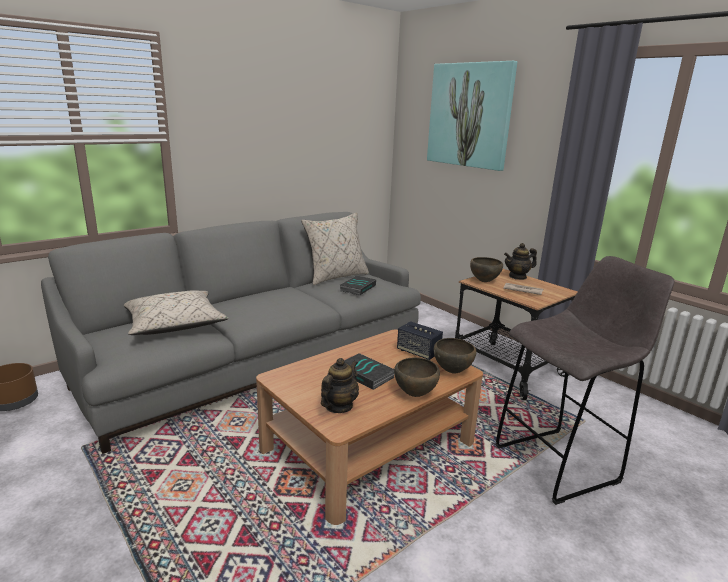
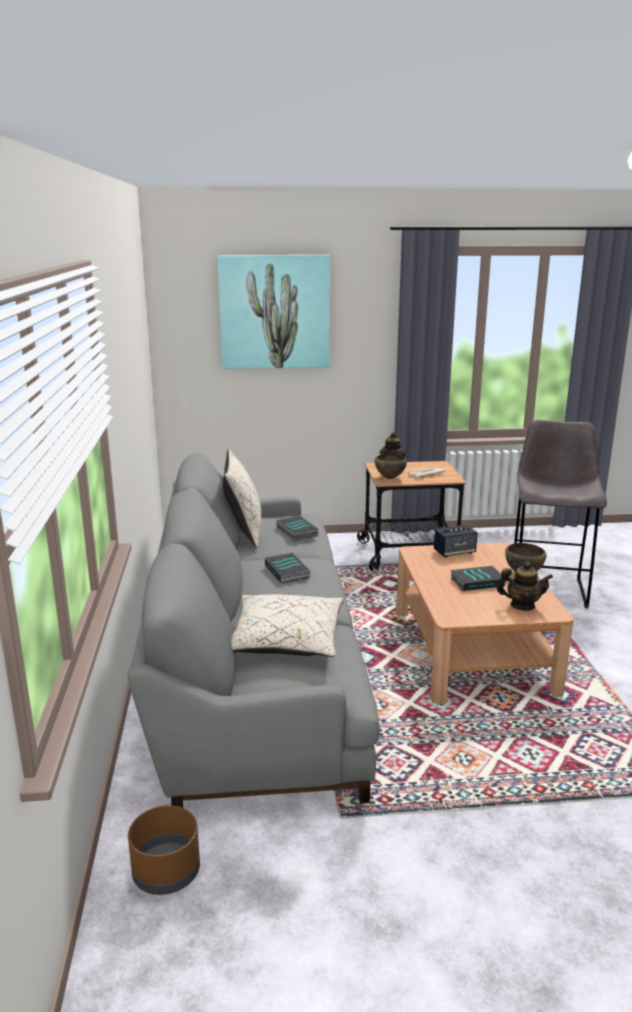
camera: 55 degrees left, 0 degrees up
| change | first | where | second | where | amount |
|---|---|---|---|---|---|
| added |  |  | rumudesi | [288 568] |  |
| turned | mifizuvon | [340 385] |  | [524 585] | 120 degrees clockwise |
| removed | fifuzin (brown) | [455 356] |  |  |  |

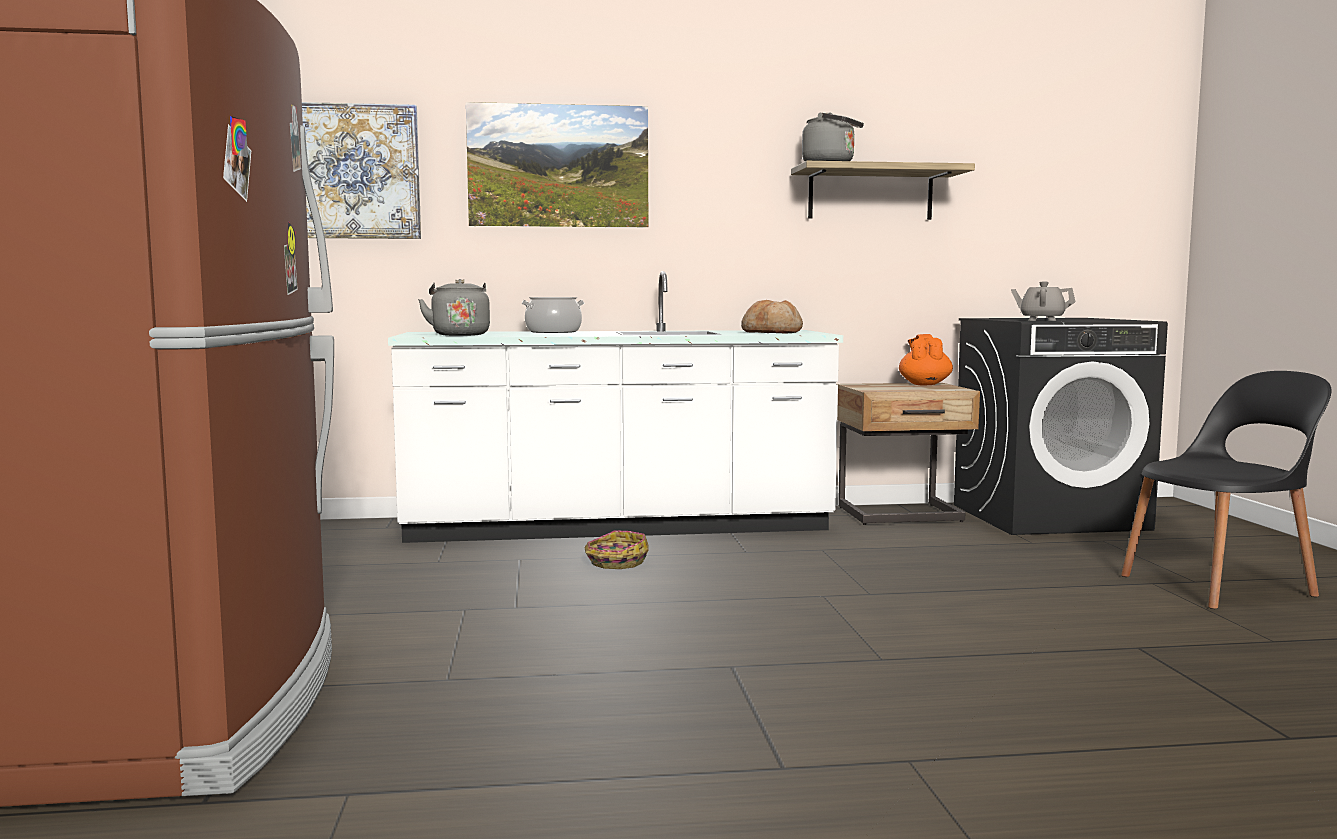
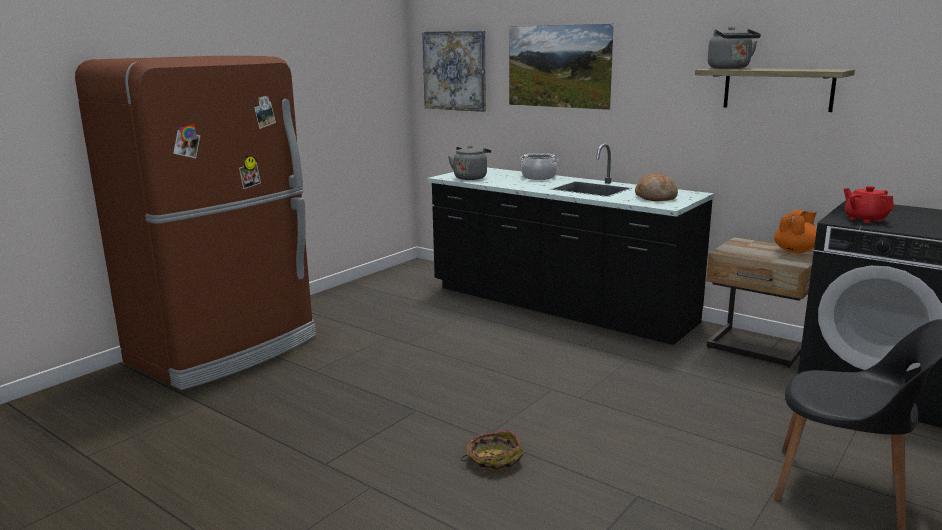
camera: 45 degrees right, 10 degrees up
| change | first | where | second | where | amount |
|---|---|---|---|---|---|
| recoloured | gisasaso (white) | [615 407] | gisasaso (black) | [571 244] |  |
| moved | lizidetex | [616 549] |  | [492 451] |  |
| recoloured | mifizuvon (grey) | [1043 301] | mifizuvon (red) | [869 205] |  |

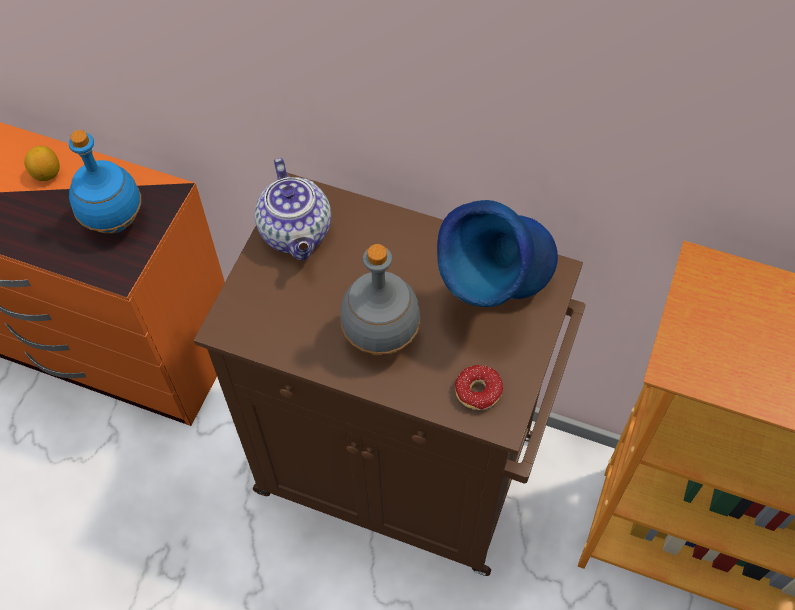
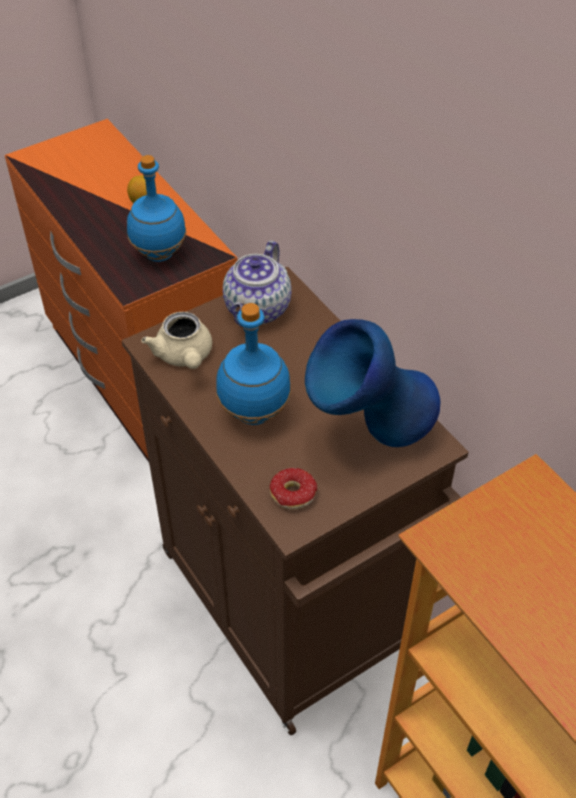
camera: 35 degrees right, 10 degrees down
| change | first | where | second | where | amount |
|---|---|---|---|---|---|
| added |  |  | mifizuvon (beige) | [176 340] |  |
| recoloured | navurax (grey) | [380 299] | navurax (blue) | [253 364] |  |

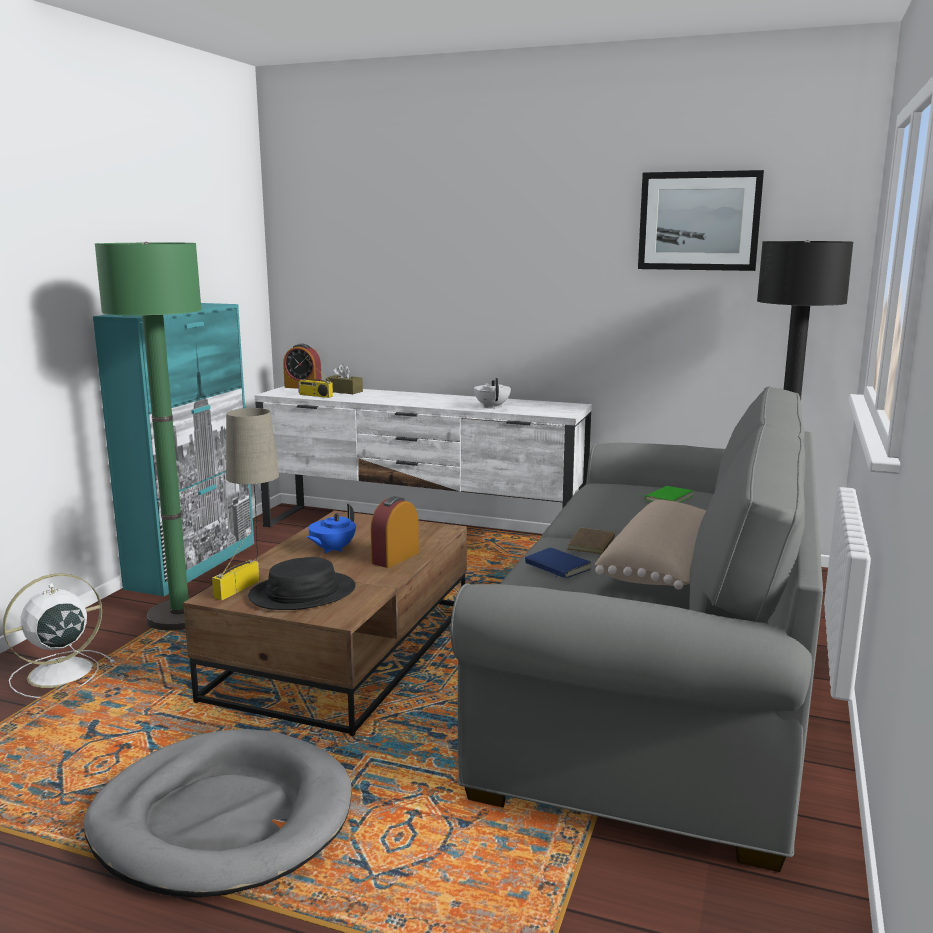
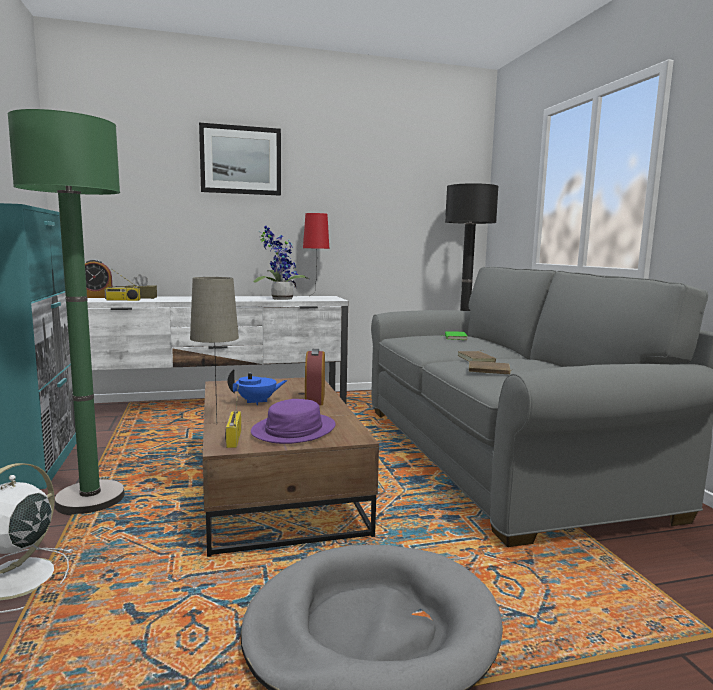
camera: 35 degrees left, 5 degrees down
| change | first | where | second | where | amount |
|---|---|---|---|---|---|
| moved | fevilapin | [701 220] |  | [240 159] |  |
| turned | mifizuvon (blue) | [331 528] |  | [257 387] | 105 degrees counterclockwise |
| recoloured | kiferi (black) | [302 583] | kiferi (purple) | [293 421] |  |
| replaced | mifizuvon (white) | [492 393] | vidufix | [281 263] |  |
| added |  |  | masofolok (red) | [316 254] |  |
| recoloured | rumudesi (blue) | [558 563] | rumudesi (brown) | [490 367] |  |
| removed | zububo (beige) | [650 545] |  |  |  |

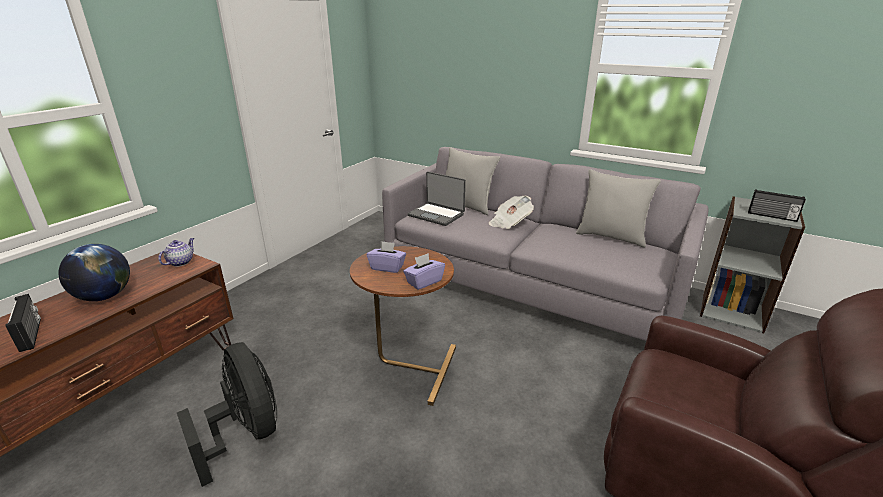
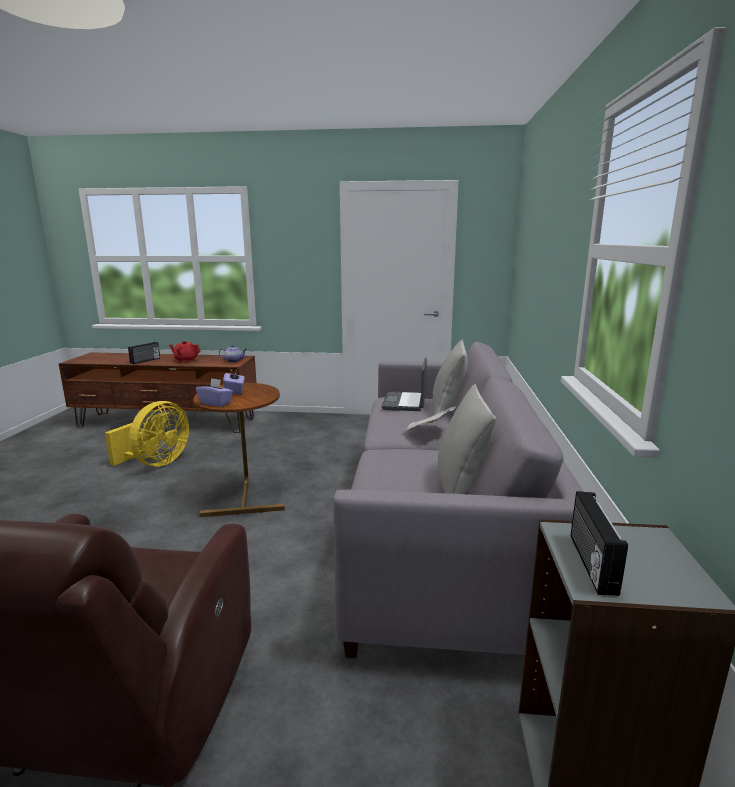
camera: 65 degrees right, 10 degrees down
| change | first | where | second | where | amount |
|---|---|---|---|---|---|
| recoloured | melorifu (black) | [227 414] | melorifu (yellow) | [147 434] |  |
| replaced | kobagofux | [94 272] | mifizuvon (red) | [184 351] |  |

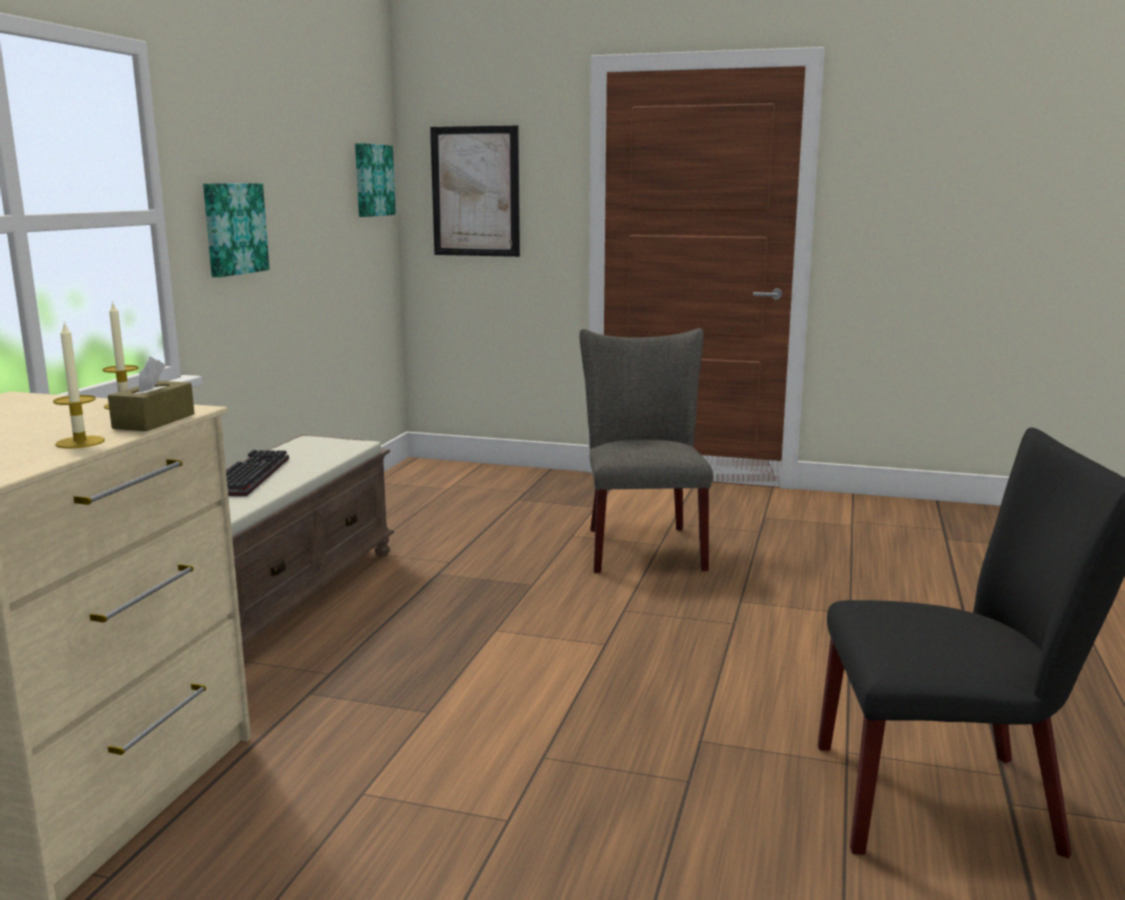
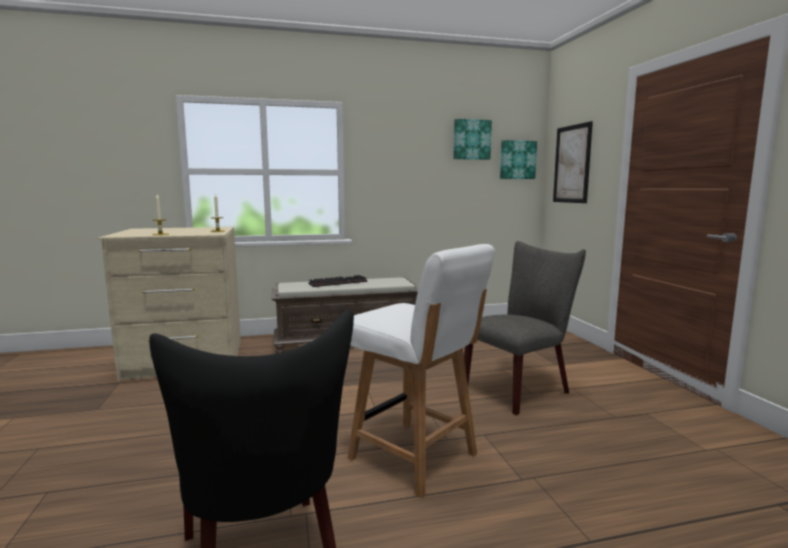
camera: 60 degrees right, 5 degrees down
| change | first | where | second | where | amount |
|---|---|---|---|---|---|
| added |  |  | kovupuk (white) | [421 371] |  |
| moved | fevilapin | [236 230] |  | [472 139] |  |
| removed | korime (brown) | [151 394] |  |  |  |

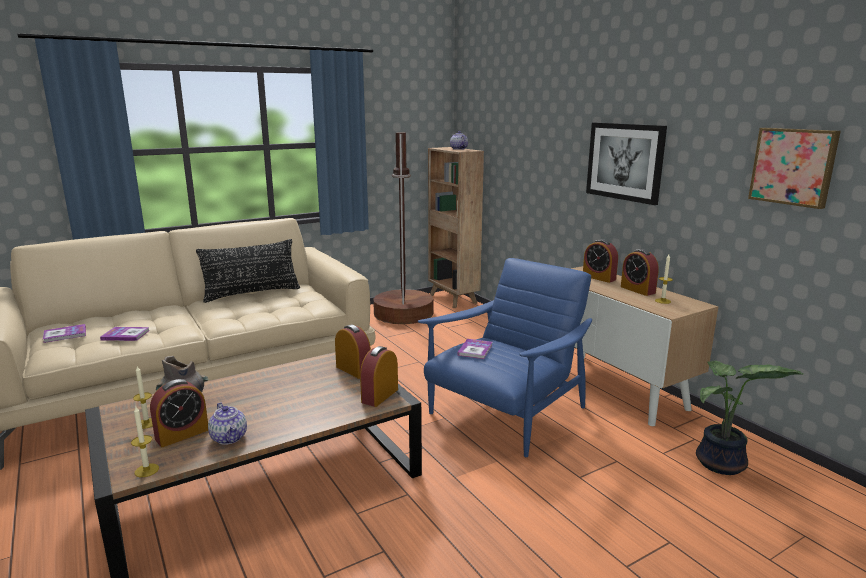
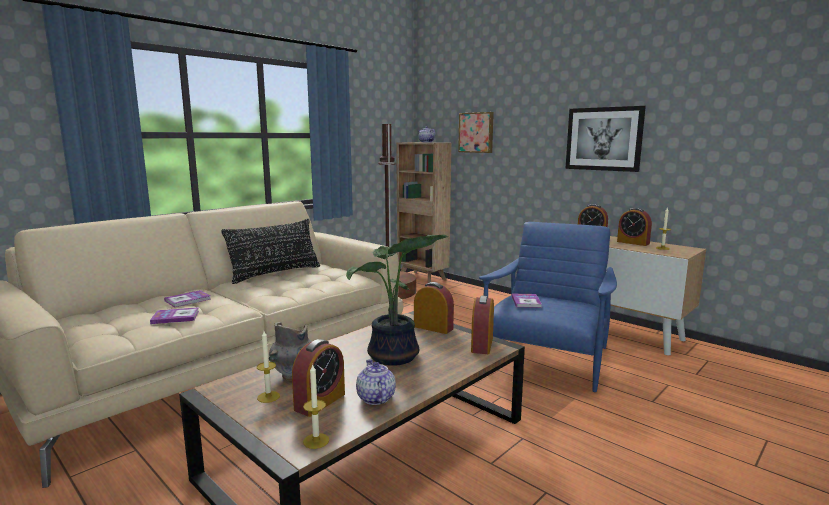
camera: 15 degrees left, 5 degrees down
| change | first | where | second | where | amount |
|---|---|---|---|---|---|
| moved | rumudesi | [64 333] |  | [187 299] |  |
| moved | vidufix | [750 417] |  | [397 300] |  |
| turned | mifizuvon | [227 424] |  | [376 382] | 150 degrees counterclockwise |
| moved | fevilapin | [794 168] |  | [476 132] |  |

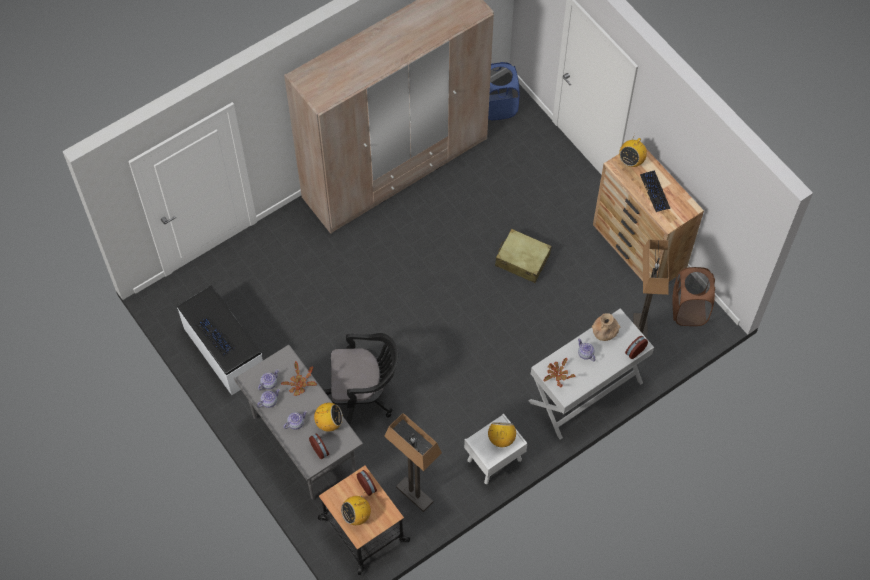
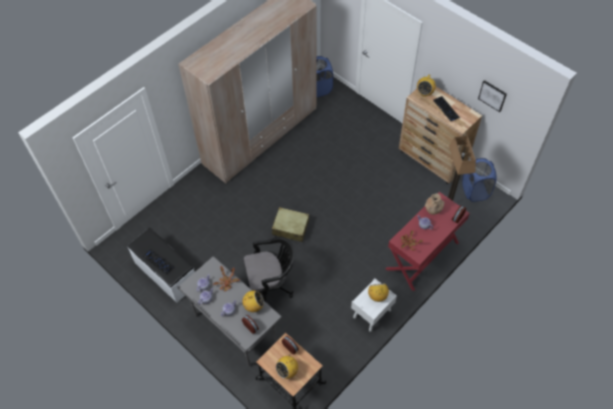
camera: 10 degrees left, 5 degrees down
| change | first | where | second | where | amount |
|---|---|---|---|---|---|
| moved | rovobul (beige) | [523 256] |  | [290 224] |  |
| recoloured | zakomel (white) | [591 374] | zakomel (red) | [427 241] |  |
| recoloured | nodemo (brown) | [693 296] | nodemo (blue) | [479 180] |  |
| added |  |  | fevilapin | [492 96] |  |
| removed | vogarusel | [413 462] |  |  |  |

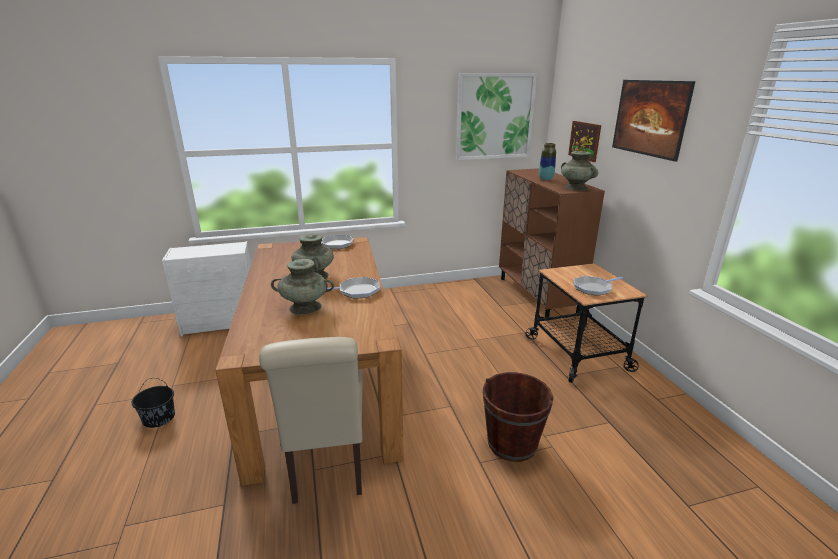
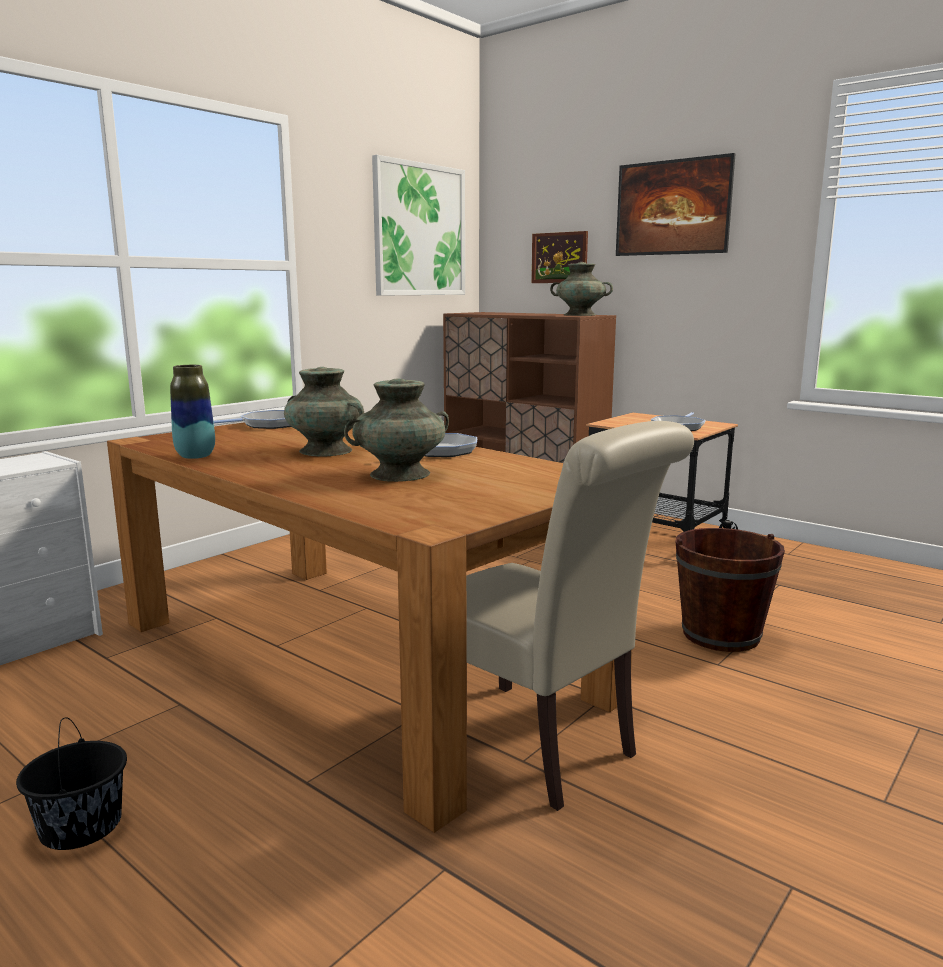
camera: 35 degrees left, 10 degrees down
| change | first | where | second | where | amount |
|---|---|---|---|---|---|
| moved | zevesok | [547 161] |  | [192 412] |  |

